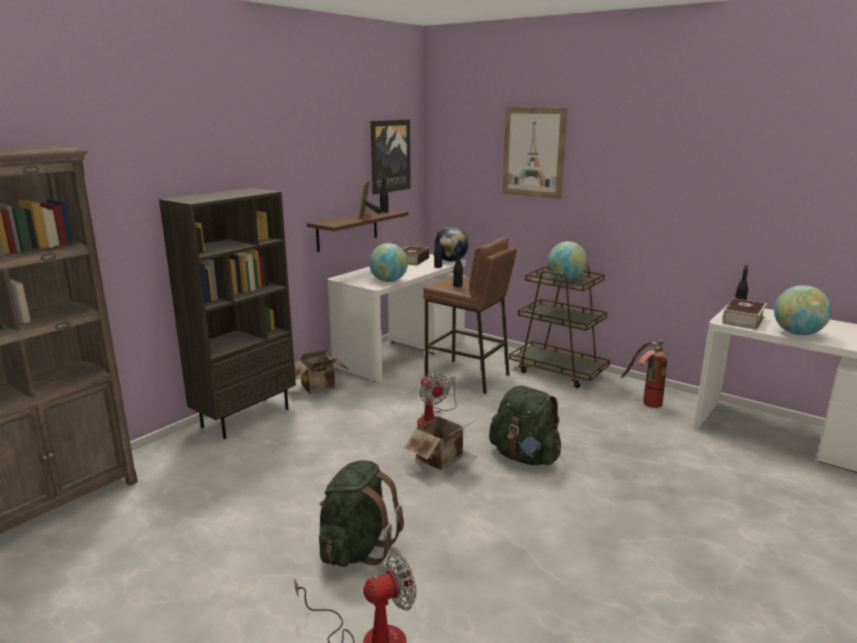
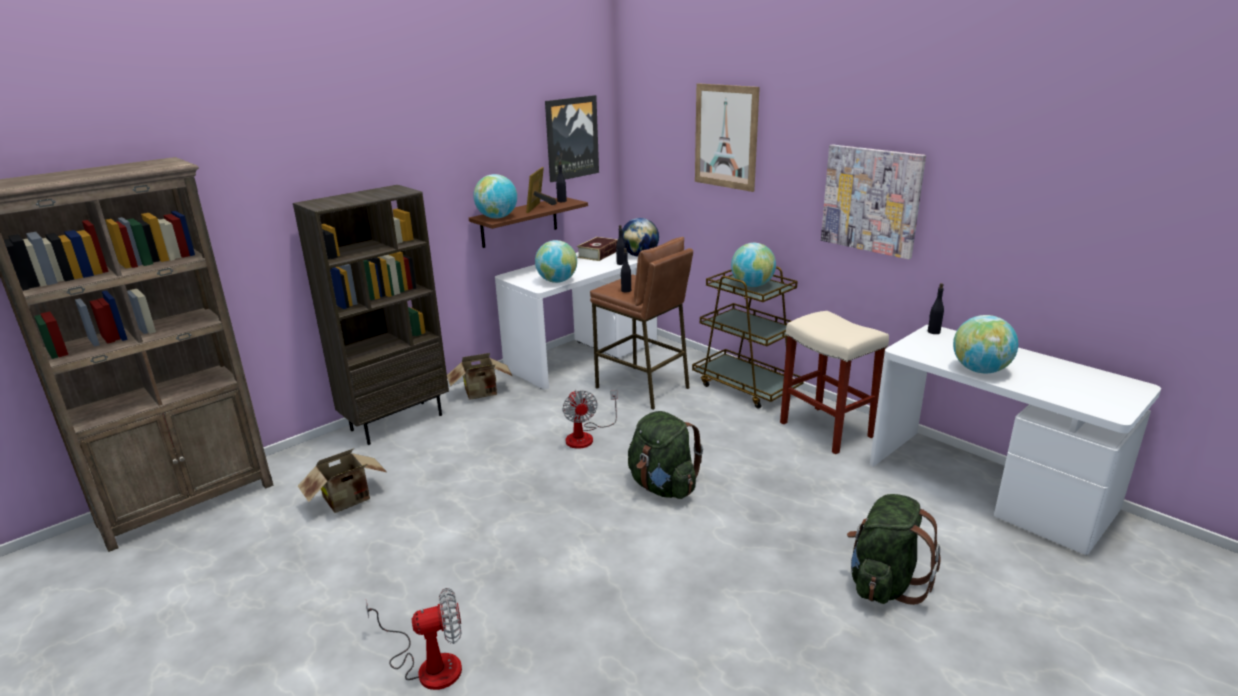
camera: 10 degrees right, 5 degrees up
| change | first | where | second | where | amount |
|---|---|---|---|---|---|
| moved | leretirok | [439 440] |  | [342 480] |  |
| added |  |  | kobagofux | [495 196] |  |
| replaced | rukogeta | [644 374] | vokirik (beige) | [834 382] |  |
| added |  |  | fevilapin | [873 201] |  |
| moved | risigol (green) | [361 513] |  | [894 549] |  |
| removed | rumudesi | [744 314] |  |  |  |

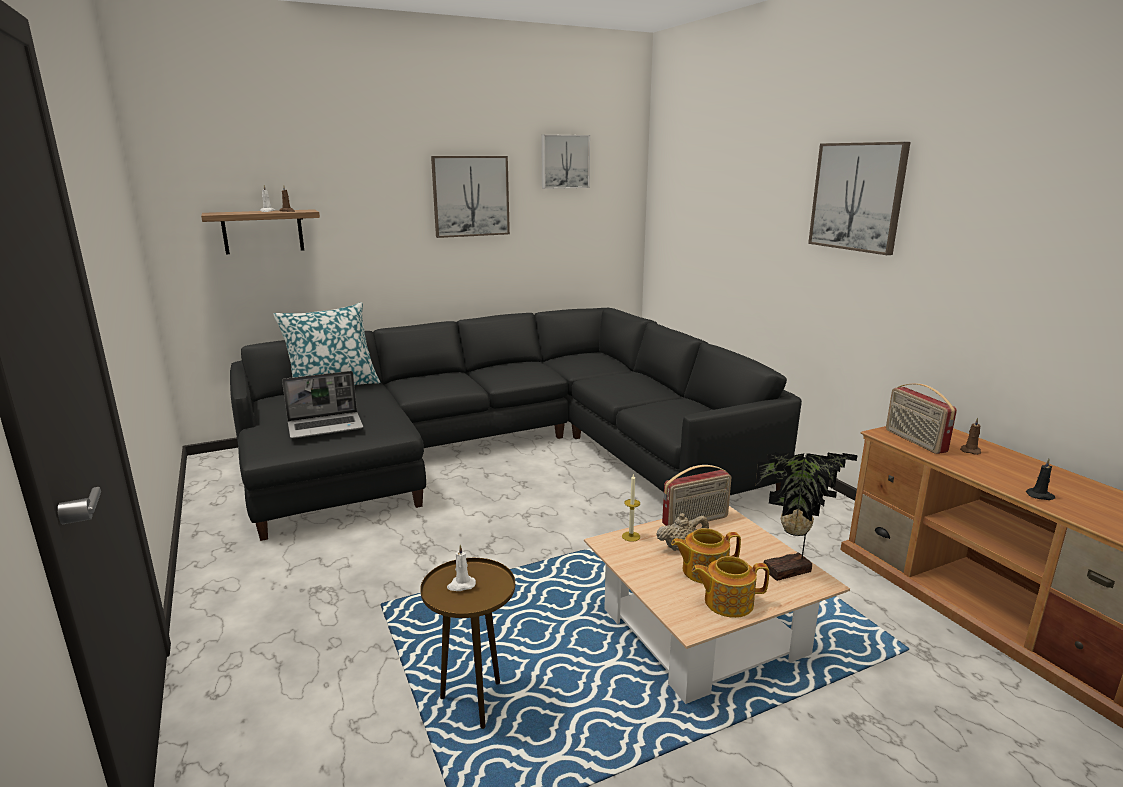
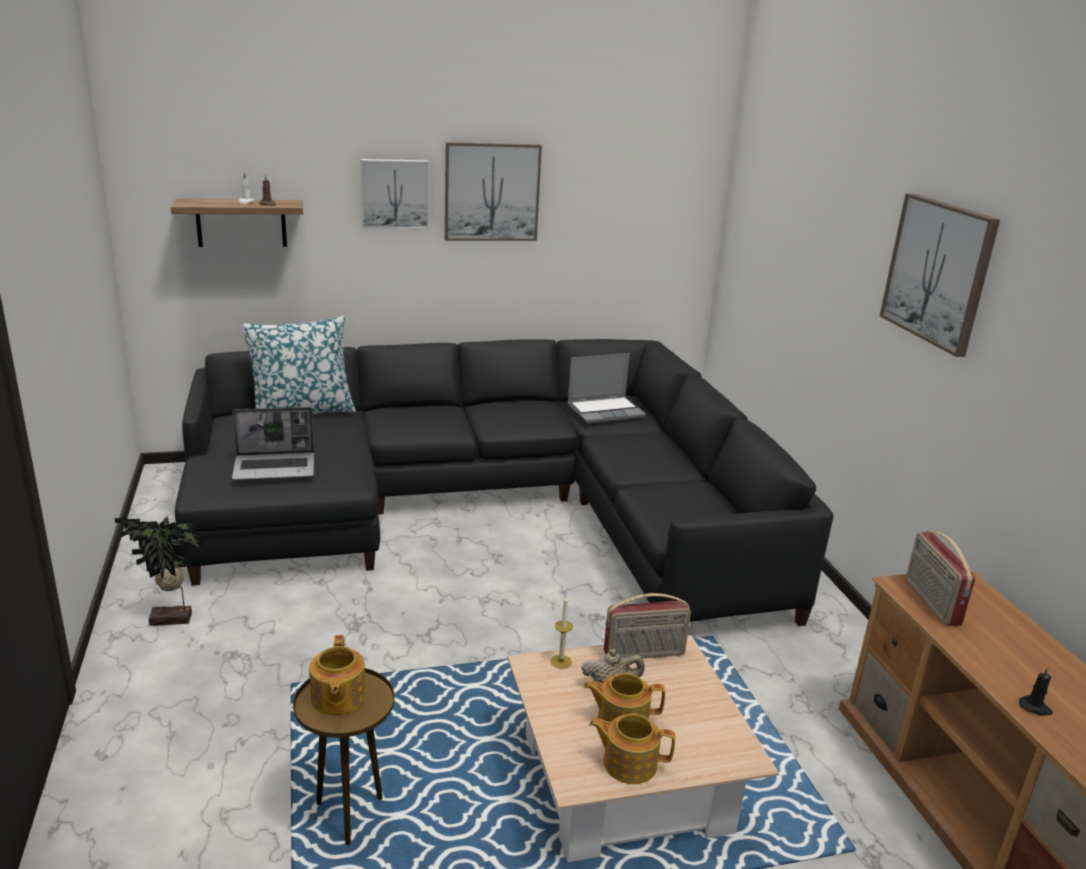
camera: 10 degrees right, 5 degrees up
| change | first | where | second | where | amount |
|---|---|---|---|---|---|
| moved | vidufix | [806 516] |  | [158 571] |  |
| replaced | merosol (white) | [461 568] | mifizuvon | [337 675] |  |
| moved | fevilapin | [565 161] |  | [394 194] |  |
| added |  |  | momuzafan | [606 388] |  |
| removed | merosol (brown) | [970 436] |  |  |  |

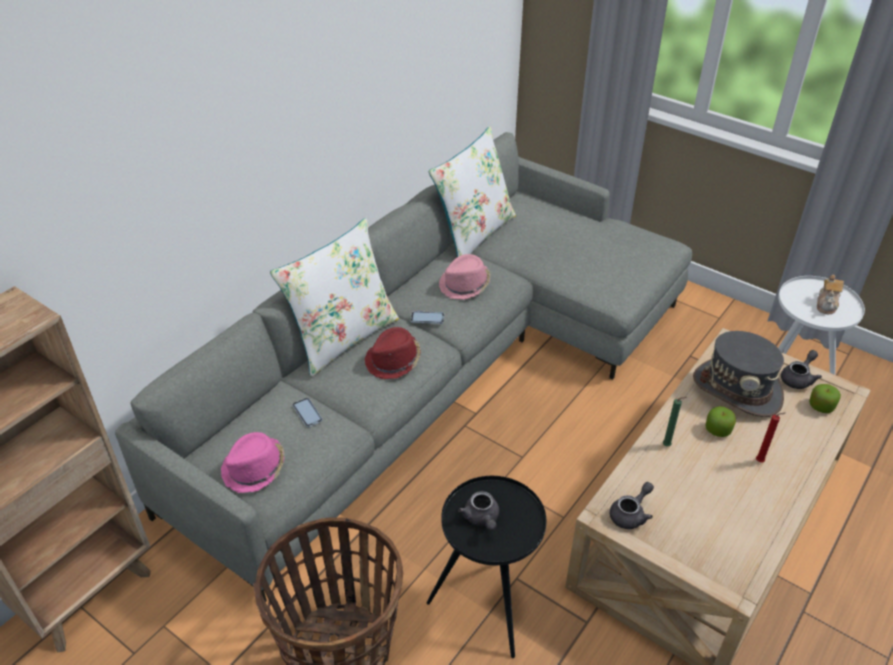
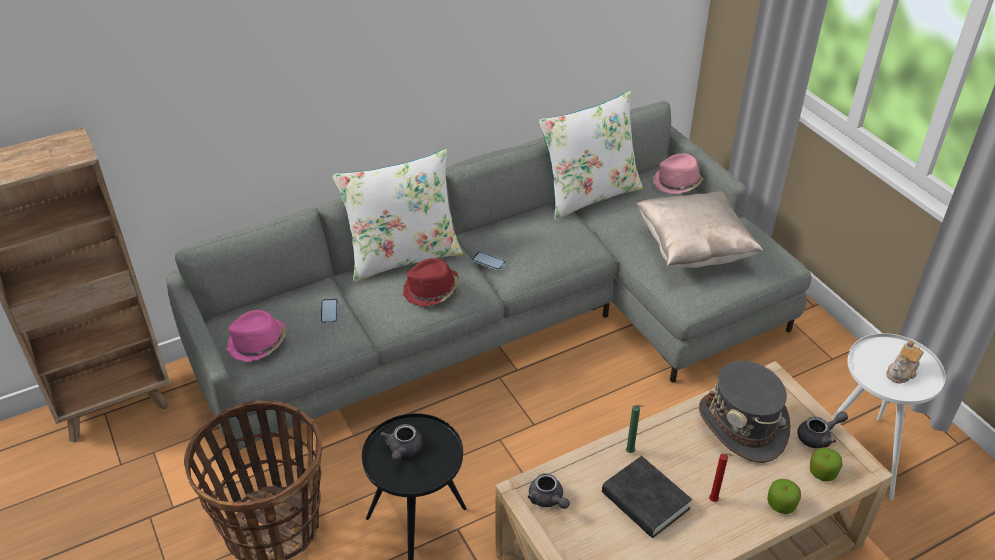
camera: 25 degrees right, 0 degrees up
| change | first | where | second | where | amount |
|---|---|---|---|---|---|
| turned | mifizuvon (grey) | [632 505] |  | [549 491] | 75 degrees clockwise |
| added |  |  | rumudesi (black) | [647 497] |  |
| added |  |  | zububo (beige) | [700 229] |  |
| moved | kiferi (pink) | [464 276] |  | [678 173] |  |
| moved | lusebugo | [721 421] |  | [784 496] |  |

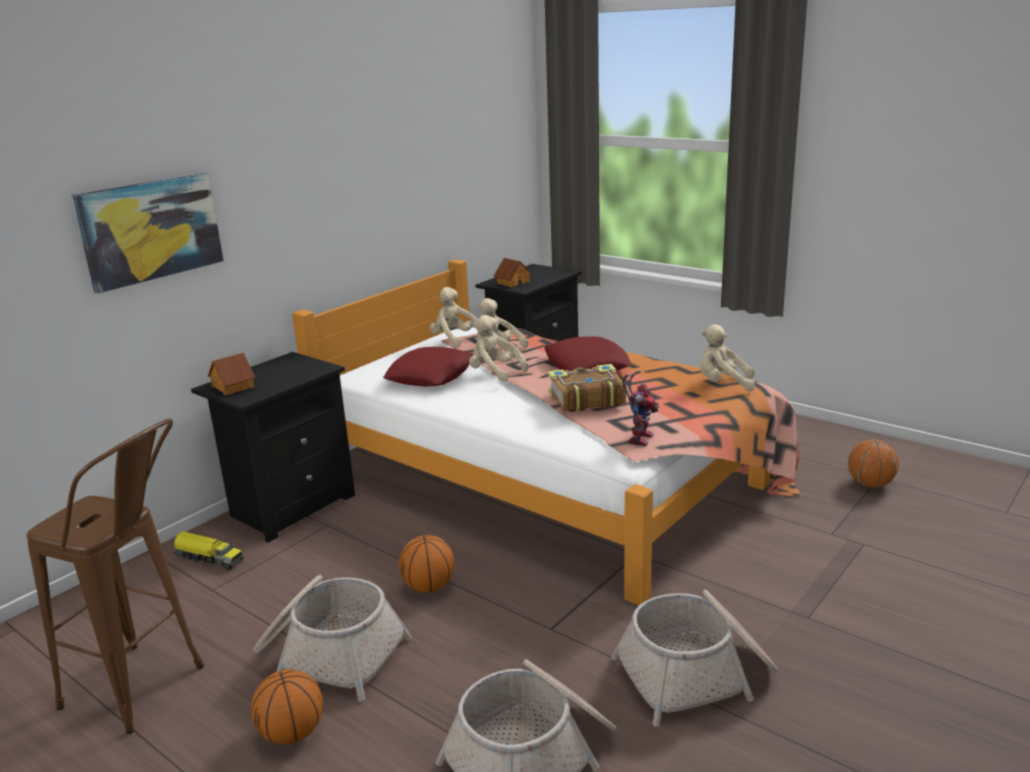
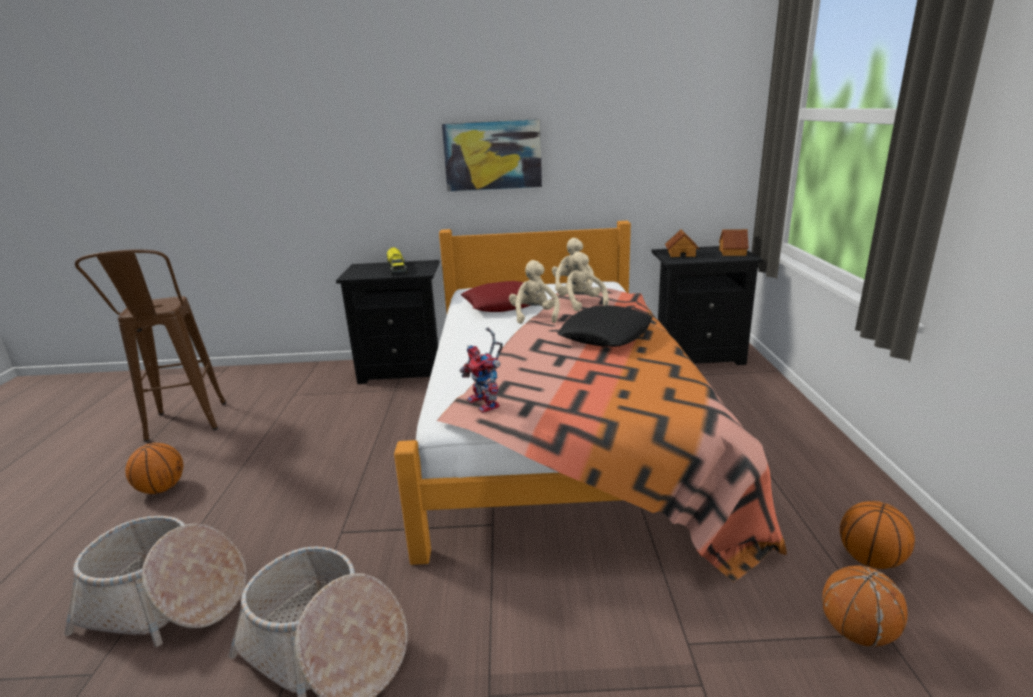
camera: 50 degrees right, 0 degrees up
| change | first | where | second | where | amount |
|---|---|---|---|---|---|
| moved | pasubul | [209 550] |  | [397 261] |  |
| moved | fevilapin | [148 233] |  | [492 155] |  |
| turned | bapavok | [640 408] |  | [481 370] | 75 degrees clockwise |
| recoloured | zububo (red) | [587 353] | zububo (black) | [605 326] |  |
| moved | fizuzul | [232 374] |  | [734 242] |  |
| moved | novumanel | [427 564] |  | [877 535] |  |
| removed | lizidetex | [332 638] |  |  |  |
| removed | rumudesi | [587 388] |  |  |  |
| removed | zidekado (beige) | [727 358] |  |  |  |

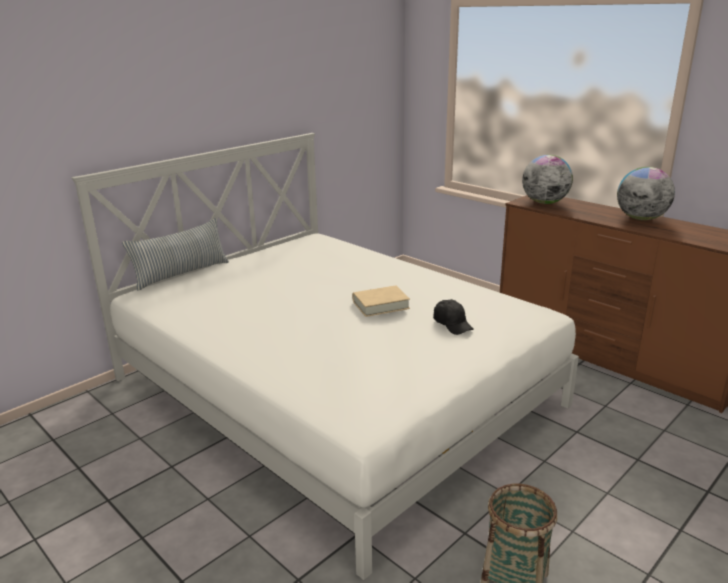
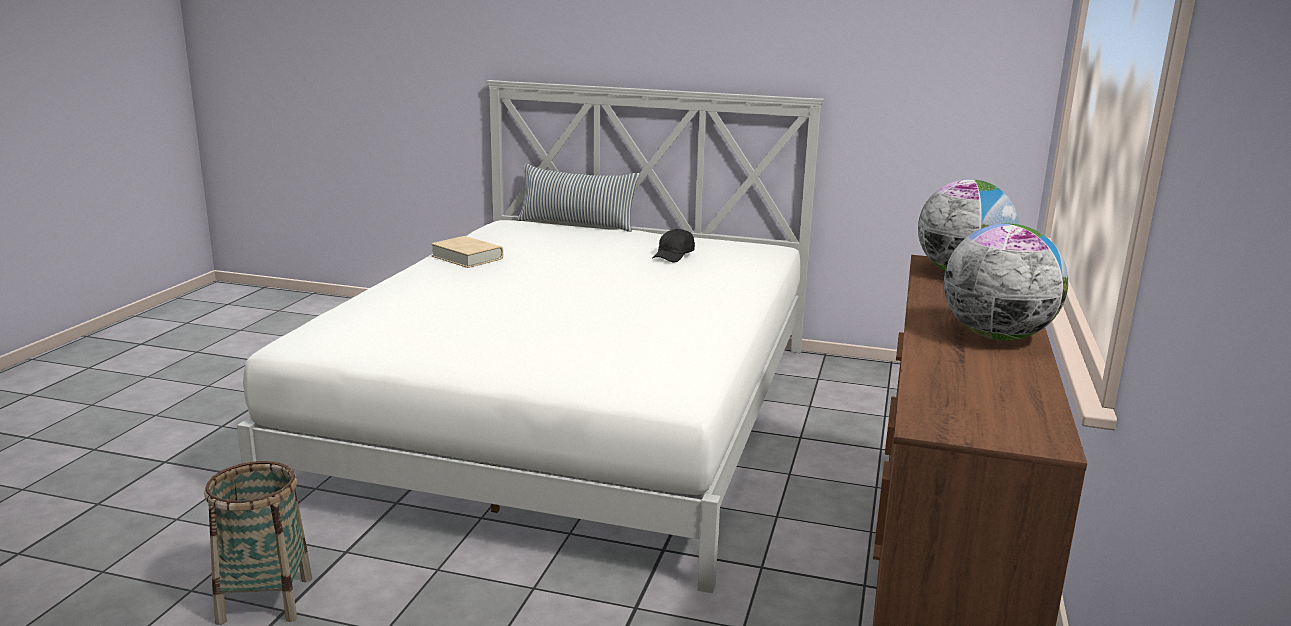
camera: 60 degrees right, 5 degrees down
| change | first | where | second | where | amount |
|---|---|---|---|---|---|
| moved | rumudesi (beige) | [381 301] |  | [467 252] |  |
| moved | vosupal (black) | [453 317] |  | [673 246] |  |

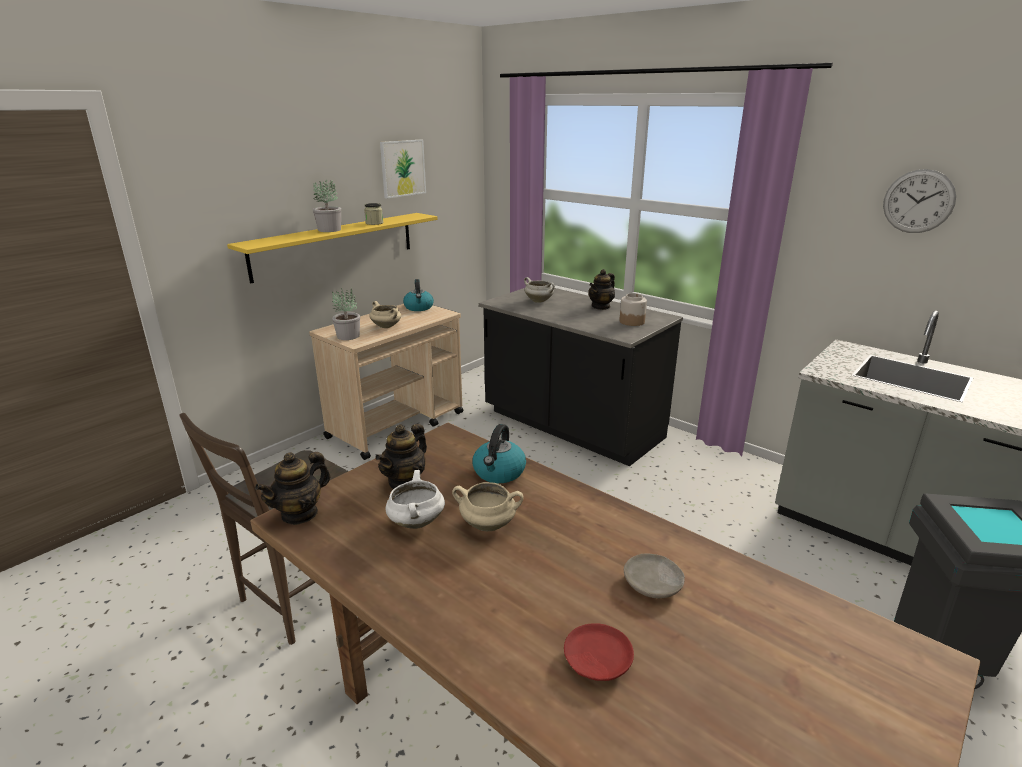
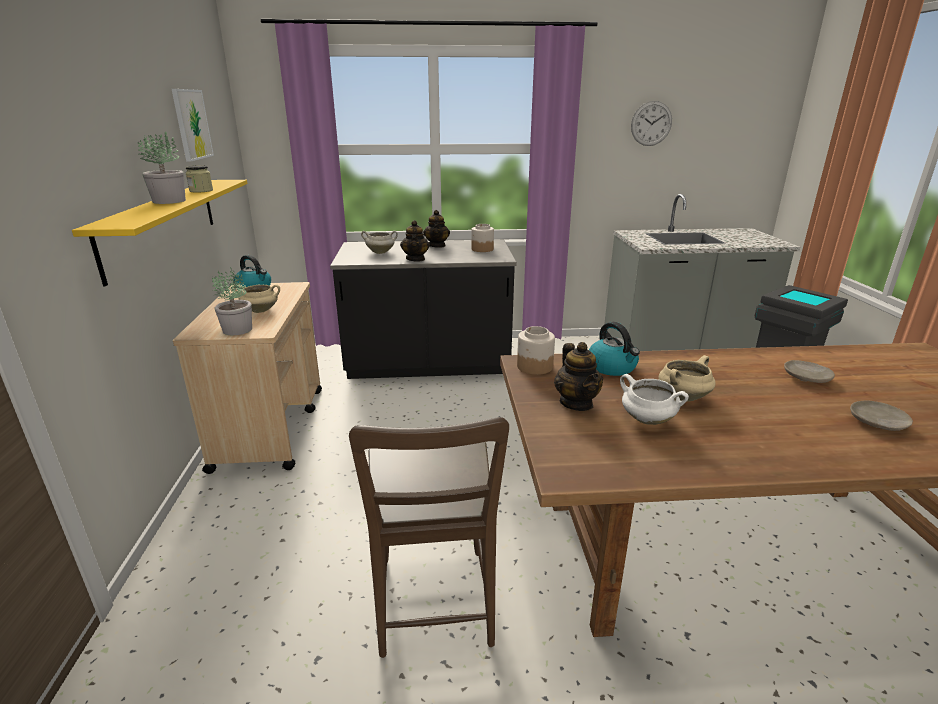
camera: 45 degrees left, 0 degrees up
| change | first | where | second | where | amount |
|---|---|---|---|---|---|
| moved | mifizuvon | [292 488] |  | [415 240] |  |
| added |  |  | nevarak | [536 350] |  |
| recoloured | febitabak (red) | [599 652] | febitabak (beige) | [881 415] |  |

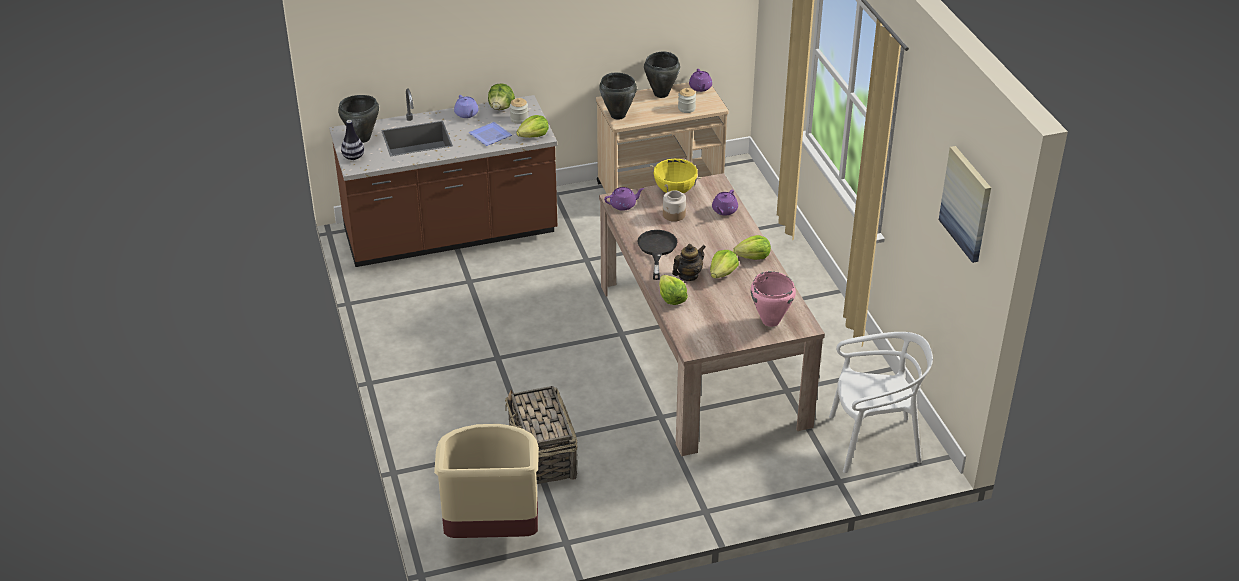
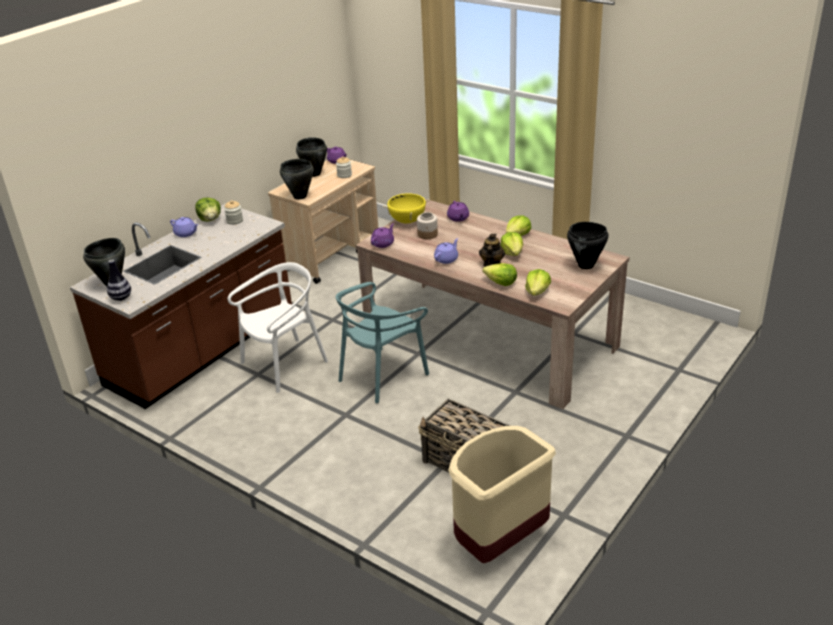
camera: 35 degrees left, 5 degrees down
| change | first | where | second | where | amount |
|---|---|---|---|---|---|
| moved | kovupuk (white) | [881 402] |  | [278 327] |  |
| added |  |  | kovupuk (turquoise) | [382 342] |  |
| replaced | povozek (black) | [657 255] | mifizuvon (purple) | [446 251] |  |
| moved | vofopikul | [532 126] |  | [538 282] |  |
| recoloured | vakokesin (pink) | [773 299] | vakokesin (black) | [588 245] |  |
| removed | febitabak | [490 134] |  |  |  |
| removed | fevilapin | [965 204] |  |  |  |

